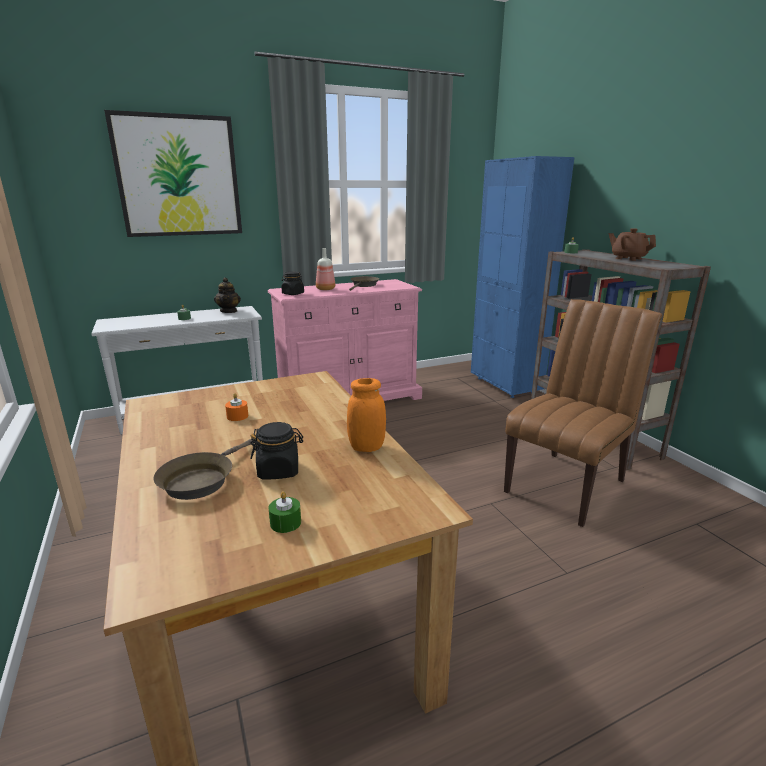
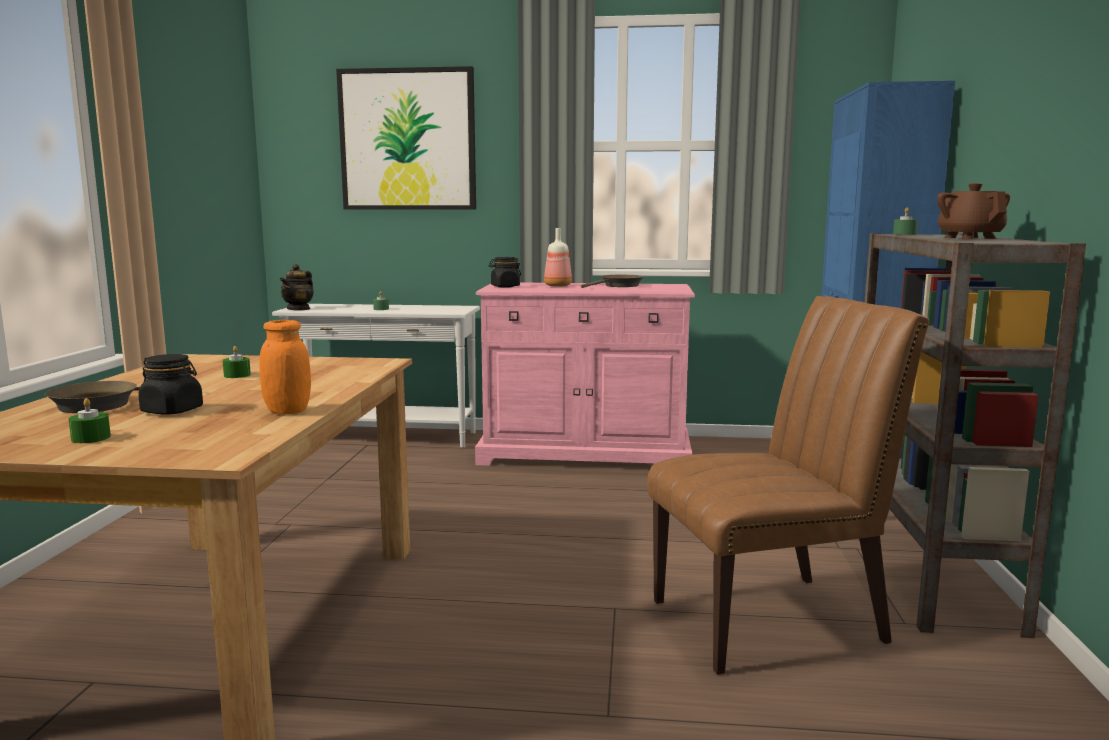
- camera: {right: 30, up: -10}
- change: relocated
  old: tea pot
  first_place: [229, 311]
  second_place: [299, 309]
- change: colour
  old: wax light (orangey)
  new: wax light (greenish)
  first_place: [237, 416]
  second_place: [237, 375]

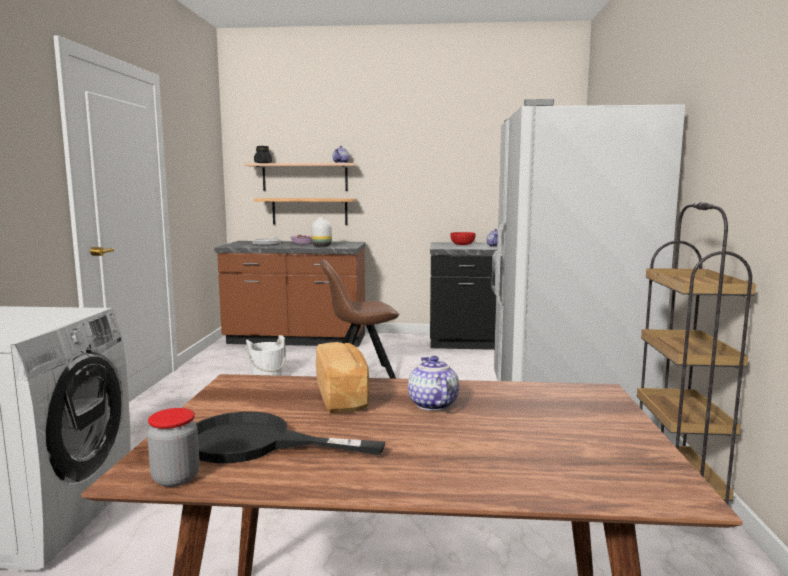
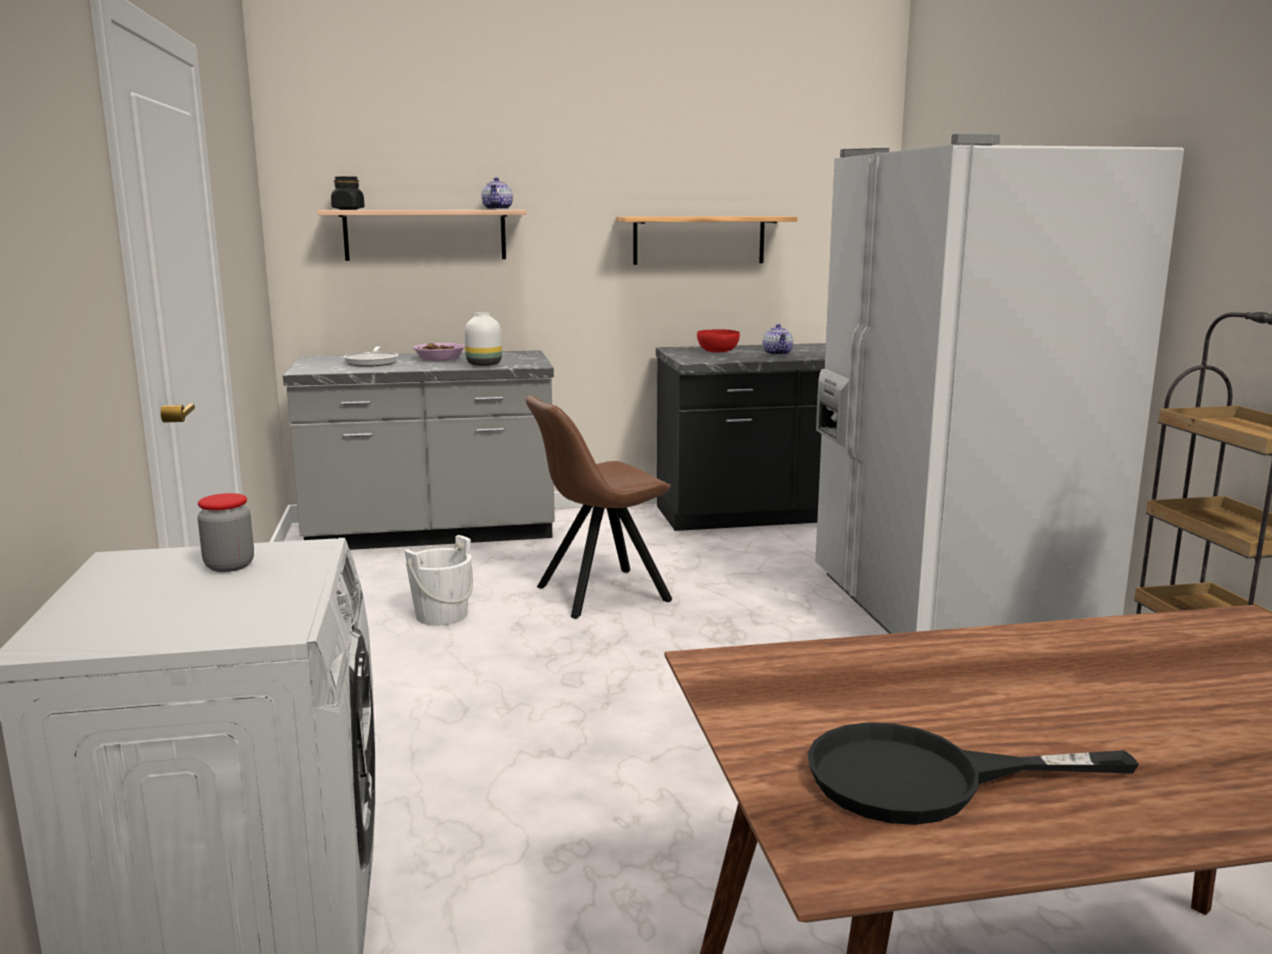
- camera: {right: -15, up: 5}
- change: relocated
  old: jar
  first_place: [175, 478]
  second_place: [229, 566]
- change: colour
  old: kitchen counter (brown)
  new: kitchen counter (greyish)
  first_place: [296, 340]
  second_place: [431, 534]
- change: relocated
  old: bracket shelf
  first_place: [309, 211]
  second_place: [699, 240]
- change: missing
  old: bread
  first_place: [343, 396]
- change: missing
  old: tea pot
  first_place: [431, 404]

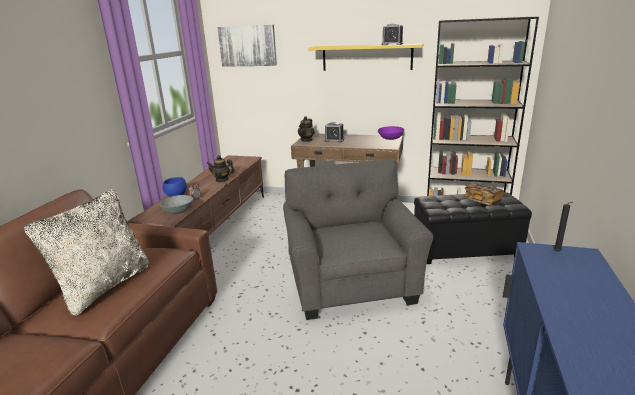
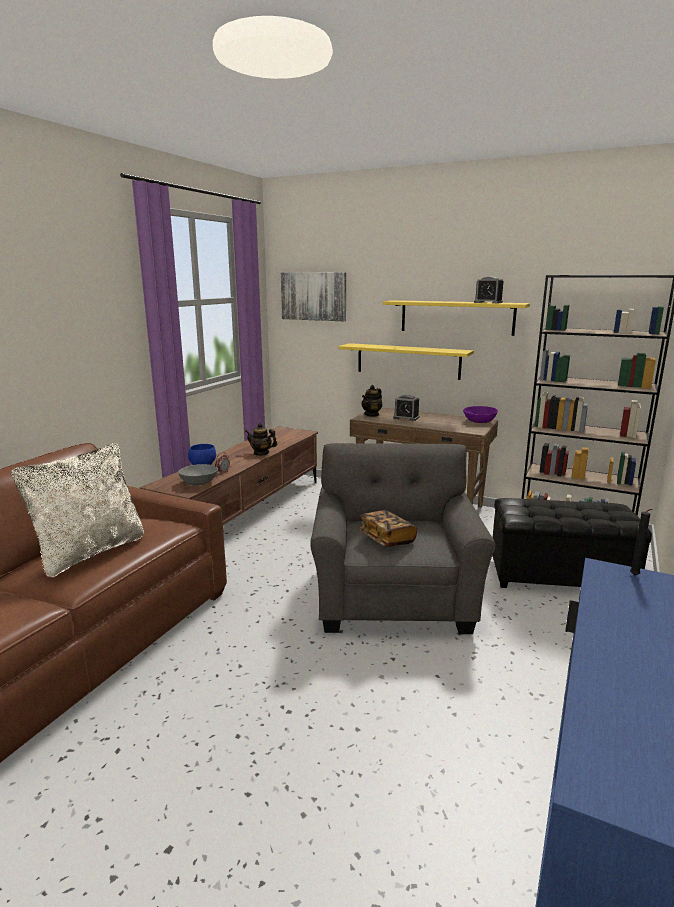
- camera: {right: 10, up: -5}
- change: relocated
  old: book
  first_place: [482, 201]
  second_place: [387, 539]
- change: appeared
  new: bracket shelf (yellow)
  second_place: [408, 361]

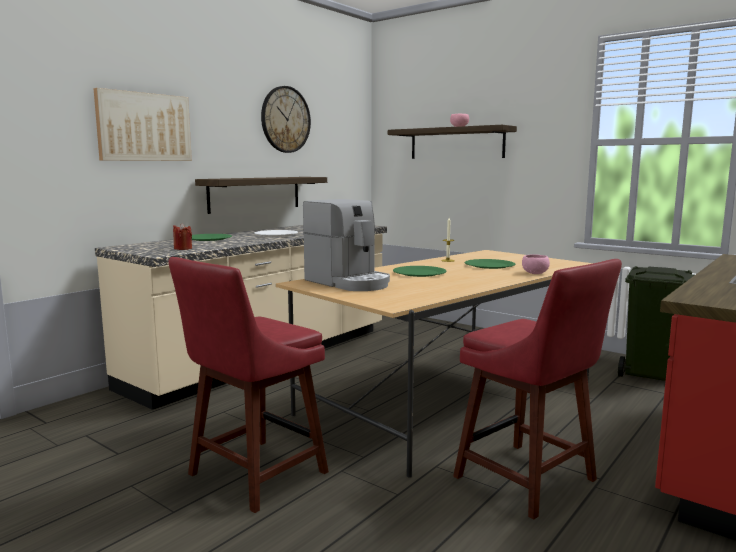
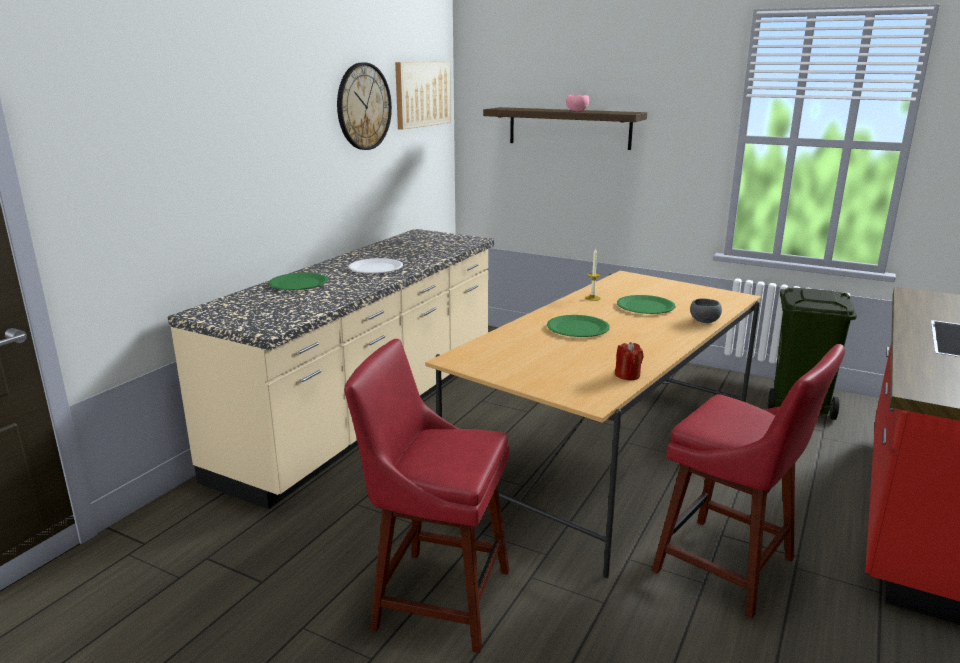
- camera: {right: -10, up: 10}
- change: relocated
  old: wall art
  first_place: [144, 127]
  second_place: [422, 94]
- change: spun
  old: upright chair (red)
  first_place: [252, 475]
  second_place: [435, 596]
  degrees: 75
- change: relocated
  old: wax light (red)
  first_place: [183, 248]
  second_place: [627, 375]
- change: missing
  old: bracket shelf
  first_place: [255, 194]
- change: missing
  old: coffee brewer
  first_place: [349, 282]
- change: colour
  old: bowl (pink)
  new: bowl (greyish)
  first_place: [534, 273]
  second_place: [703, 321]

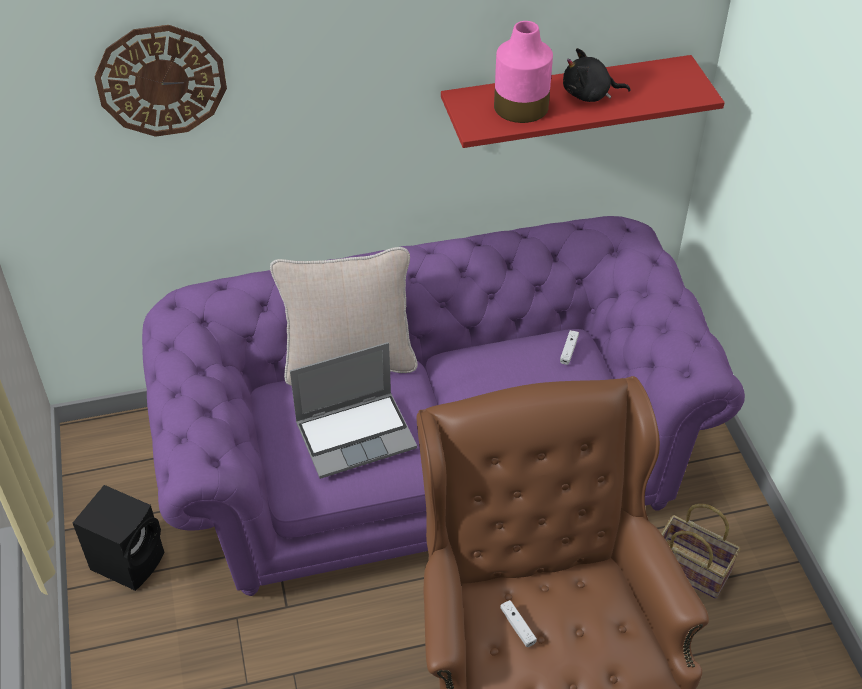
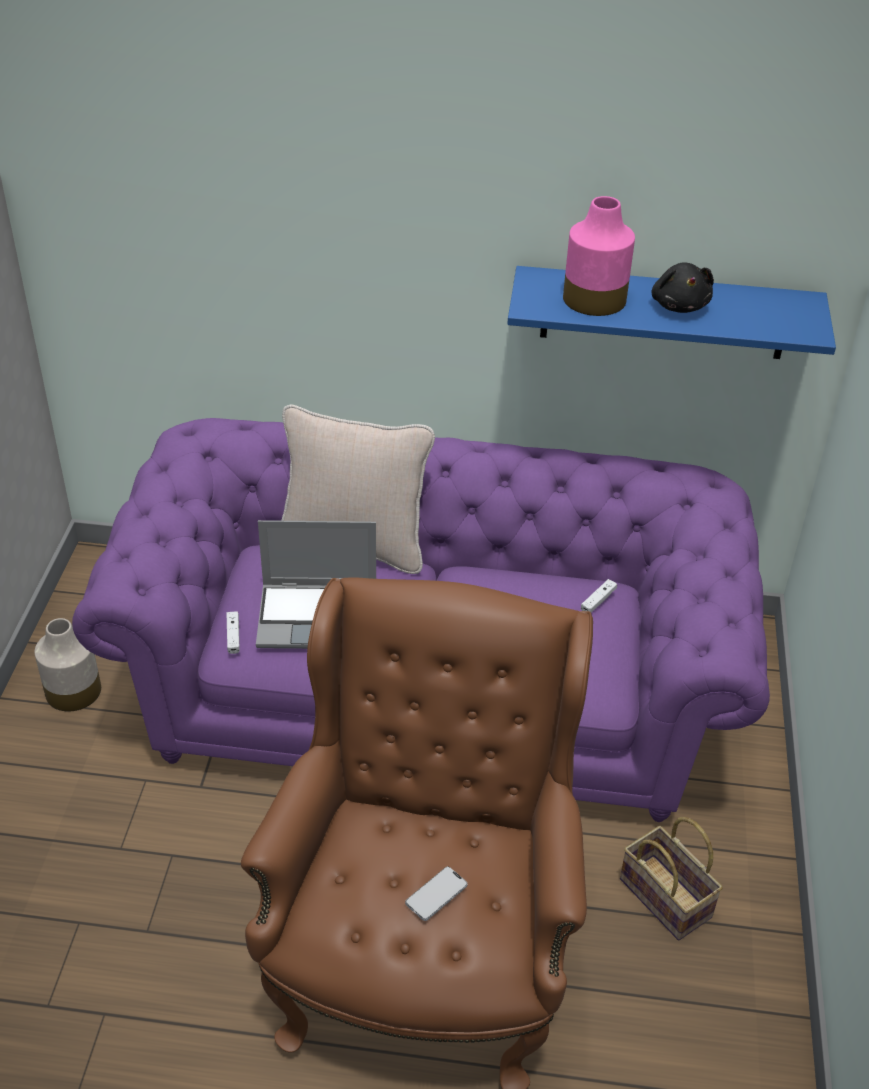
- camera: {right: 20, up: -5}
- change: exchanged
  old: speaker (black)
  new: decorative vase (beige)
  first_place: [130, 560]
  second_place: [73, 690]
- change: missing
  old: wall clock
  first_place: [161, 80]
- change: colour
  old: bracket shelf (red)
  new: bracket shelf (bluish)
  first_place: [565, 100]
  second_place: [664, 313]
- change: relocated
  old: joypad (whitish)
  first_place: [517, 626]
  second_place: [233, 636]
- change: spun
  old: soft toy (black)
  first_place: [589, 95]
  second_place: [679, 305]
  degrees: -120
- change: appeared
  new: phone
  second_place: [436, 894]

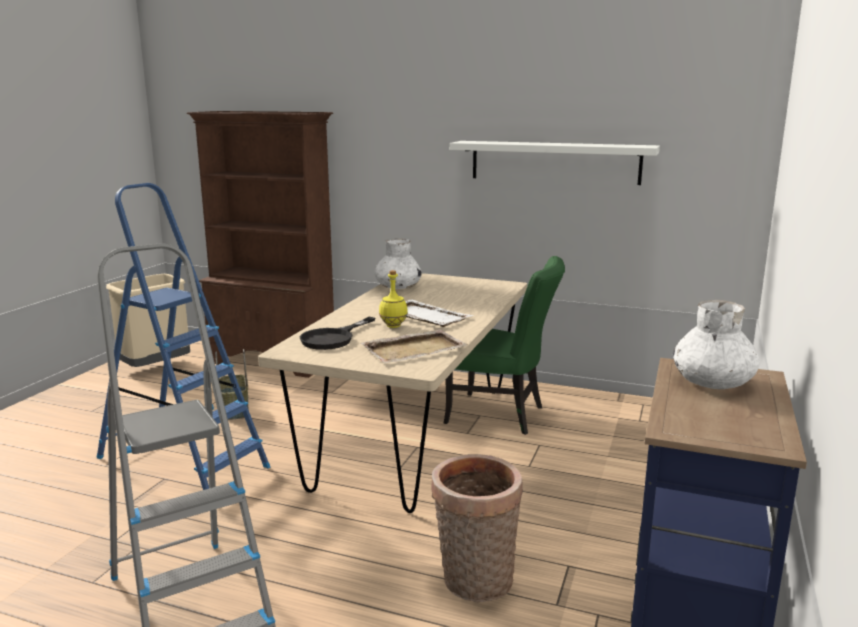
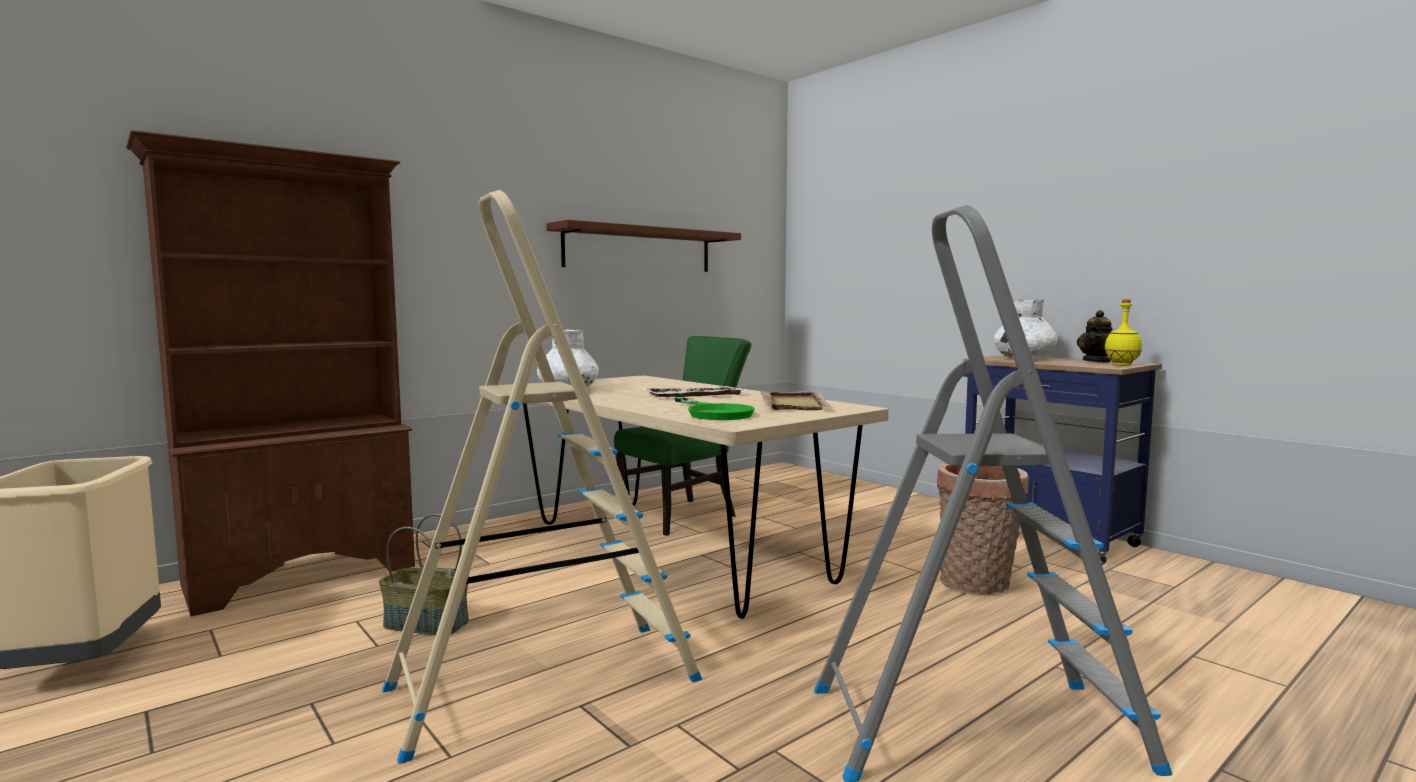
- camera: {right: -60, up: -10}
- change: colour
  old: step stool (bluish)
  new: step stool (beige)
  first_place: [183, 462]
  second_place: [546, 684]
- change: colour
  old: skillet (black)
  new: skillet (greenish)
  first_place: [333, 338]
  second_place: [715, 413]
- change: relocated
  old: bottle (yellow)
  first_place: [393, 326]
  second_place: [1122, 365]
- change: colour
  old: bracket shelf (whitish)
  new: bracket shelf (brown)
  first_place: [554, 162]
  second_place: [639, 249]
- change: appeared
  new: tea pot
  second_place: [1097, 361]

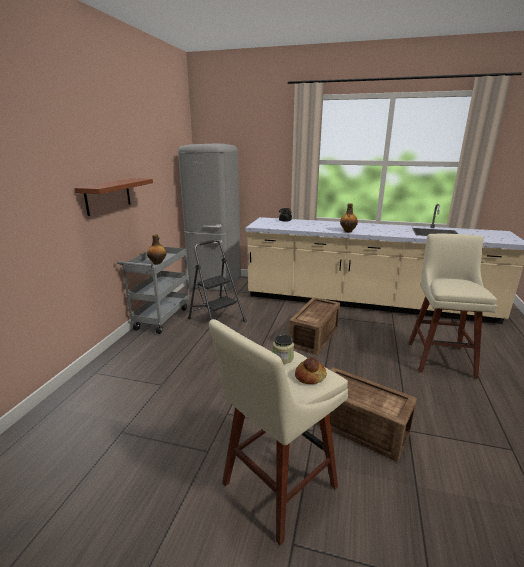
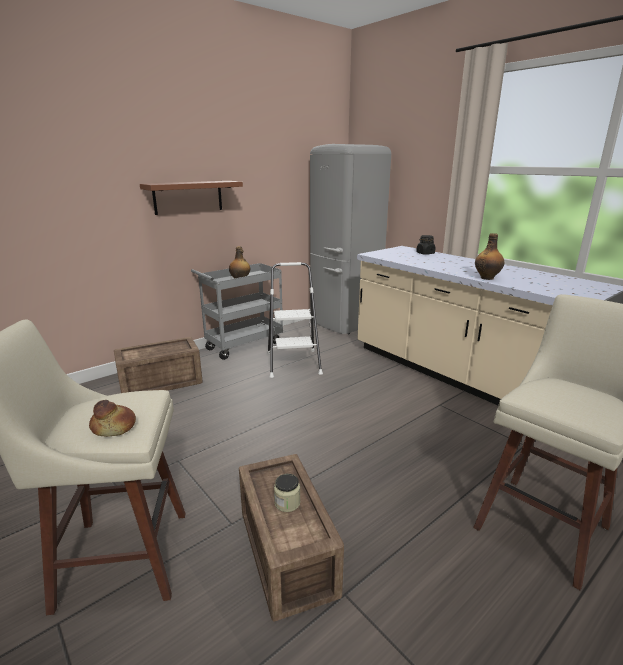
- camera: {right: 35, up: 0}
- change: colour
  old: step stool (black)
  new: step stool (whitish)
  first_place: [216, 319]
  second_place: [293, 361]
- change: relocated
  old: jar
  first_place: [283, 358]
  second_place: [287, 503]
- change: relocated
  old: packing crate
  first_place: [315, 337]
  second_place: [162, 383]

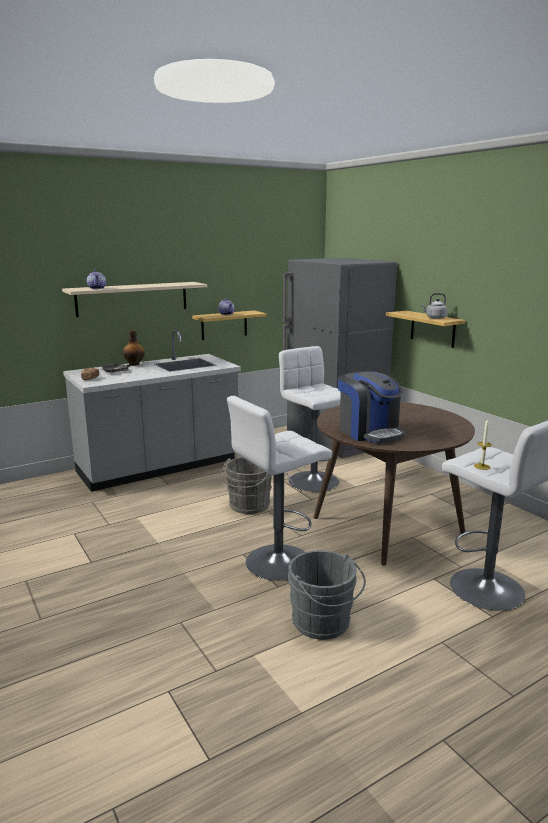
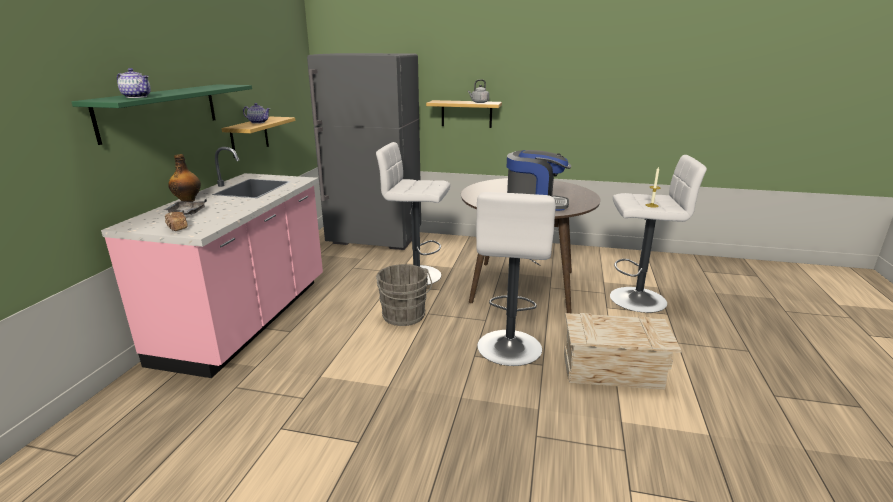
- camera: {right: -45, up: 5}
- change: colour
  old: bracket shelf (beige)
  new: bracket shelf (greenish)
  first_place: [132, 298]
  second_place: [160, 111]
- change: colour
  old: kitchen counter (greyish)
  new: kitchen counter (pink)
  first_place: [159, 467]
  second_place: [248, 319]
- change: exchanged
  old: water bucket (greyish)
  new: packing crate
  first_place: [323, 623]
  second_place: [613, 371]

